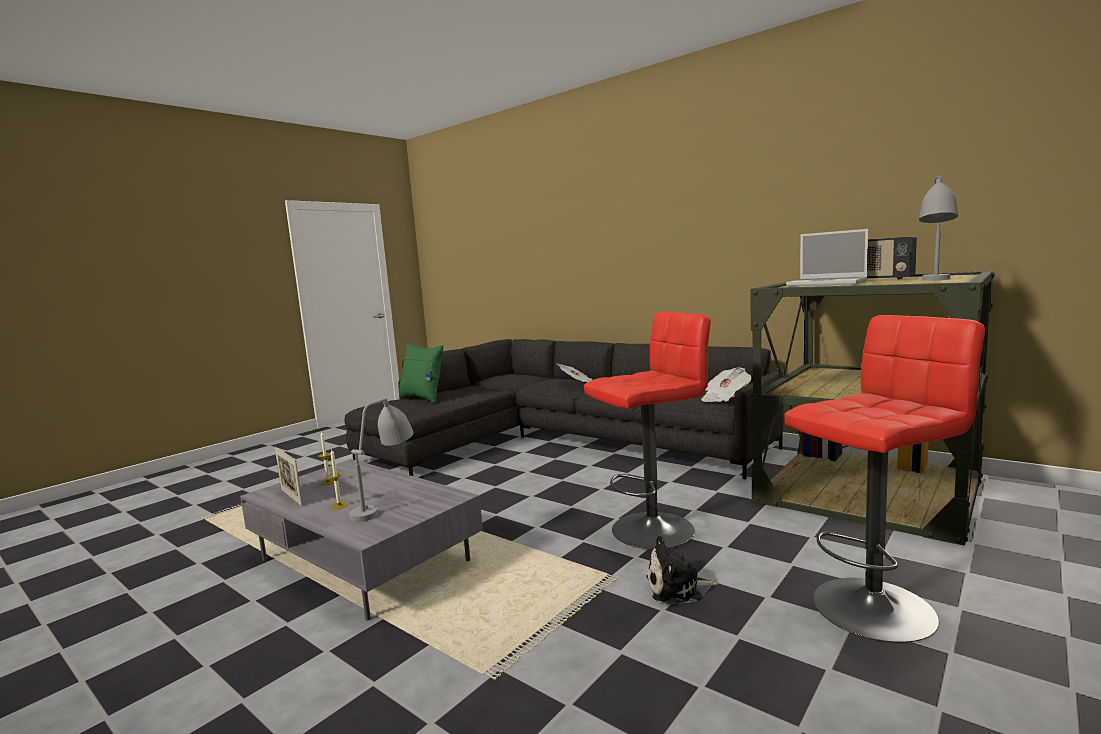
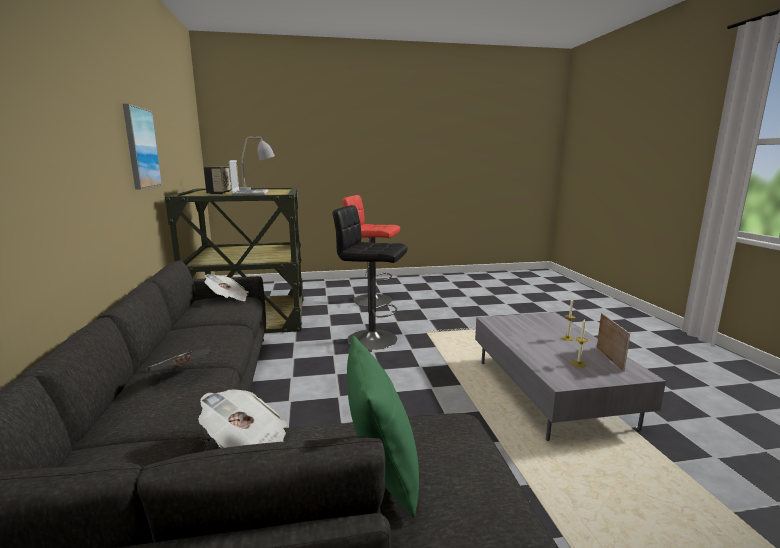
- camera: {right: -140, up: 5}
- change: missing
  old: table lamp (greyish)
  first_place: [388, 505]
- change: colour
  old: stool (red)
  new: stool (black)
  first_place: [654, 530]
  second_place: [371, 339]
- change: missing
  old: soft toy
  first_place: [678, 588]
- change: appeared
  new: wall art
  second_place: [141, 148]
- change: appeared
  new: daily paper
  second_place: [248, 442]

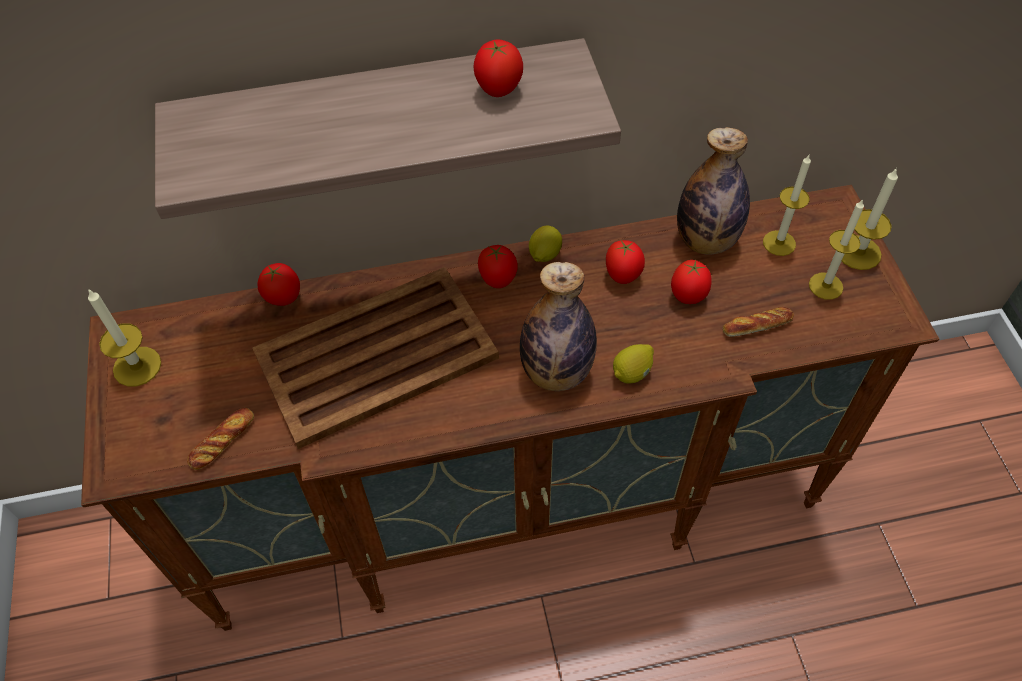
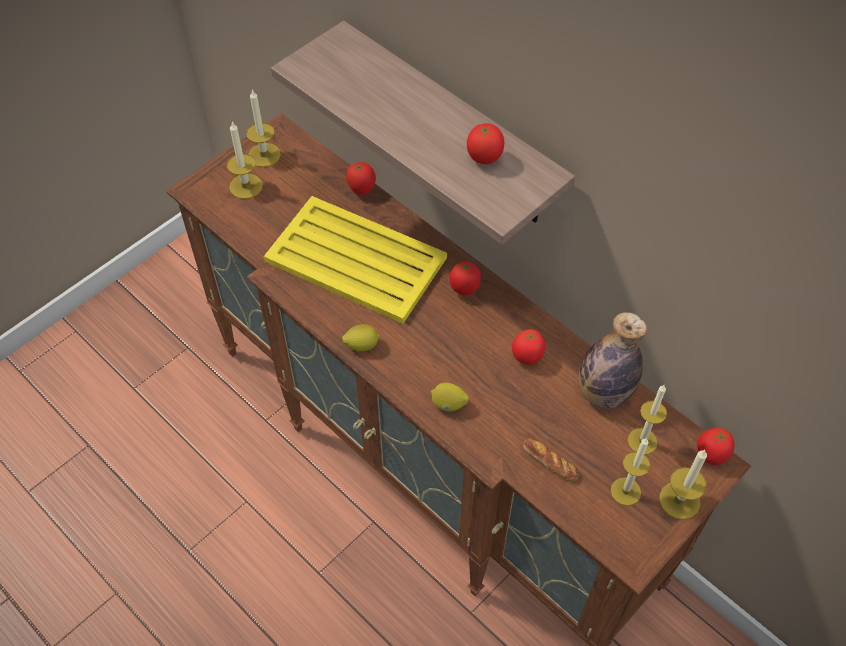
- camera: {right: 55, up: 0}
- change: missing
  old: bread
  first_place: [222, 441]
- change: colour
  old: tray (brown)
  new: tray (yellow)
  first_place: [374, 356]
  second_place: [354, 259]
- change: missing
  old: bottle
  first_place: [556, 372]
- change: relocated
  old: citrus fruit
  first_place: [544, 254]
  second_place: [362, 345]
- change: relocated
  old: fresh tomato
  first_place: [688, 296]
  second_place: [711, 455]
- change: appeared
  new: wax light
  second_place: [246, 186]

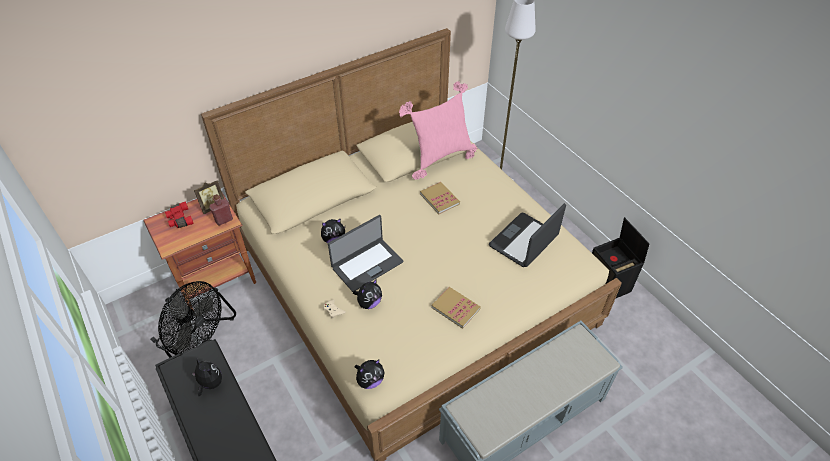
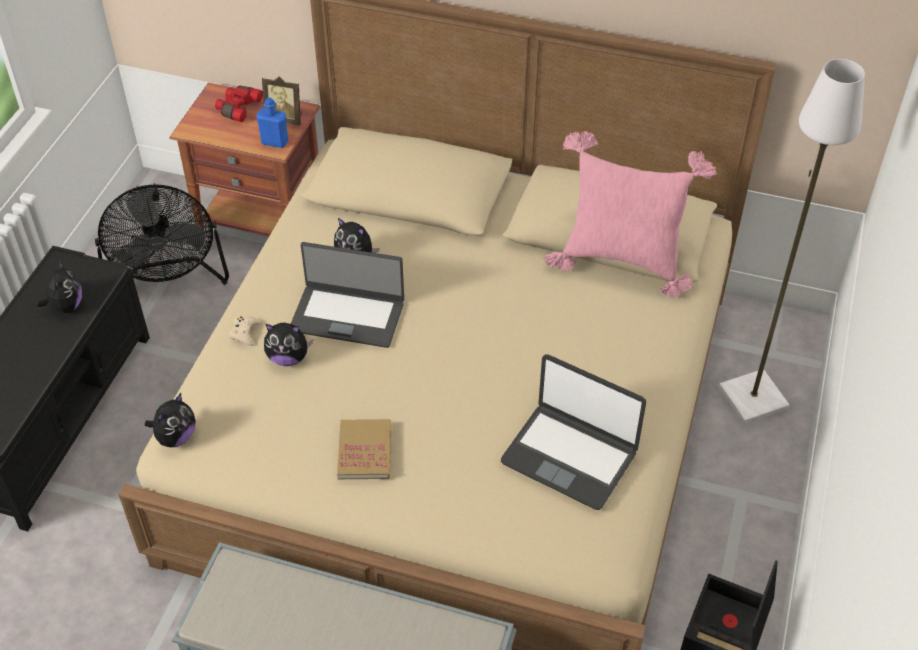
- camera: {right: 50, up: 0}
- change: colour
  old: bottle (red)
  new: bottle (bluish)
  first_place: [224, 220]
  second_place: [275, 142]
- change: spun
  old: soft toy
  first_place: [370, 380]
  second_place: [175, 437]
  degrees: -75
- change: missing
  old: book
  first_place: [439, 199]
- change: spun
  old: laptop
  first_place: [524, 241]
  second_place: [570, 456]
  degrees: -150

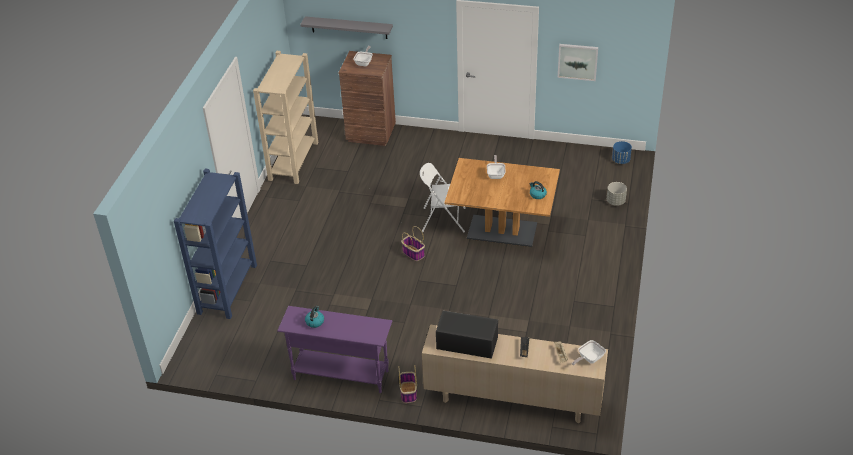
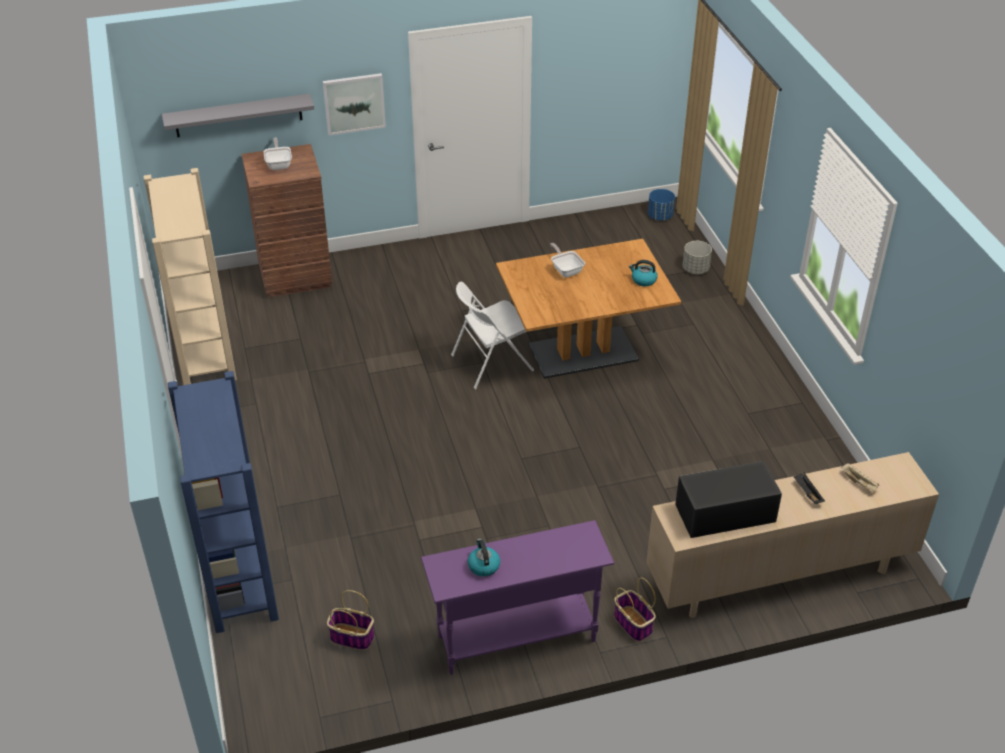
- camera: {right: -30, up: 0}
- change: relocated
  old: storage basket
  first_place: [413, 253]
  second_place: [351, 637]
- change: relocated
  old: wall art
  first_place: [577, 61]
  second_place: [354, 103]
- change: missing
  old: skillet
  first_place: [589, 359]

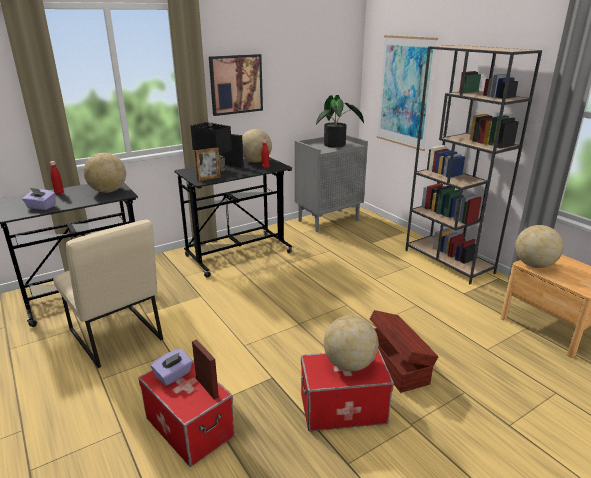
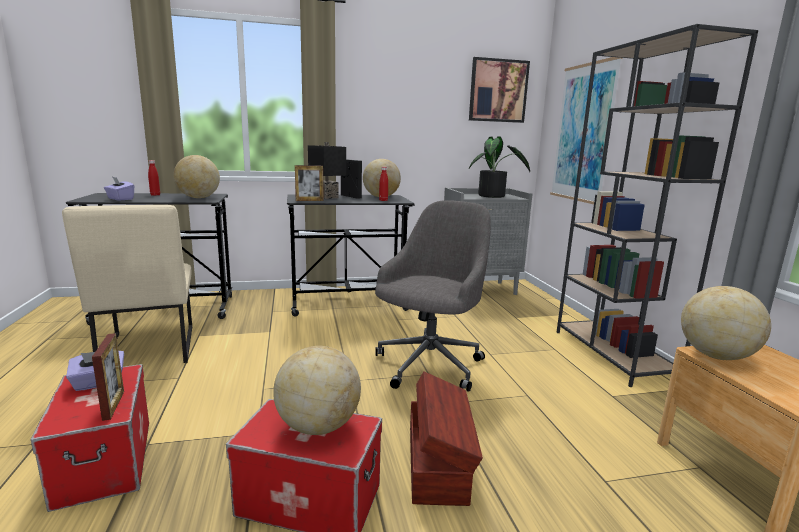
- camera: {right: 20, up: -10}
- change: relocated
  old: wall art
  first_place: [236, 84]
  second_place: [498, 91]
- change: appeared
  new: office chair (greyish)
  second_place: [429, 364]

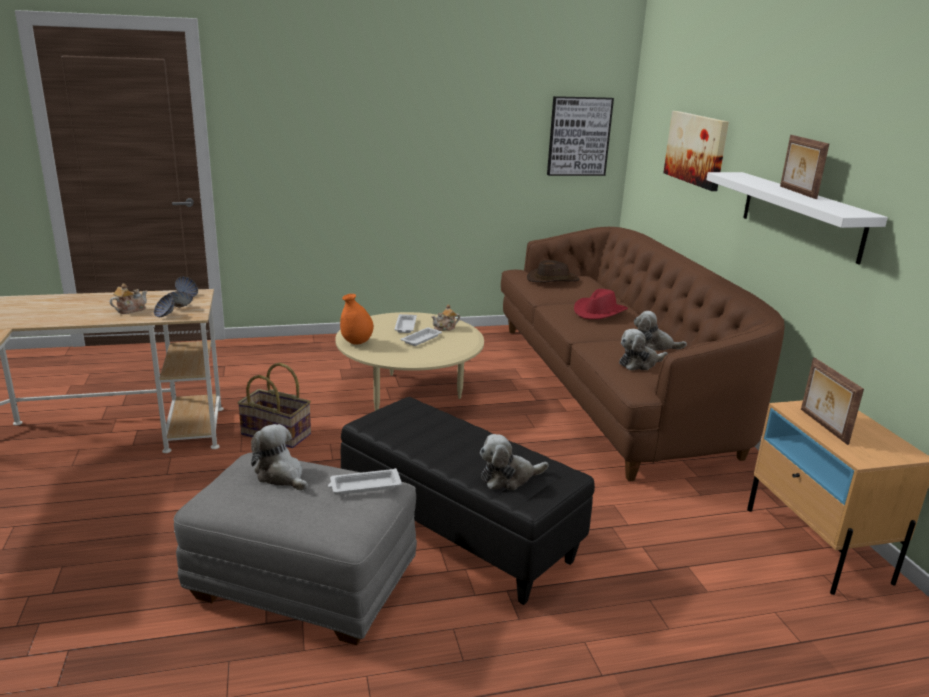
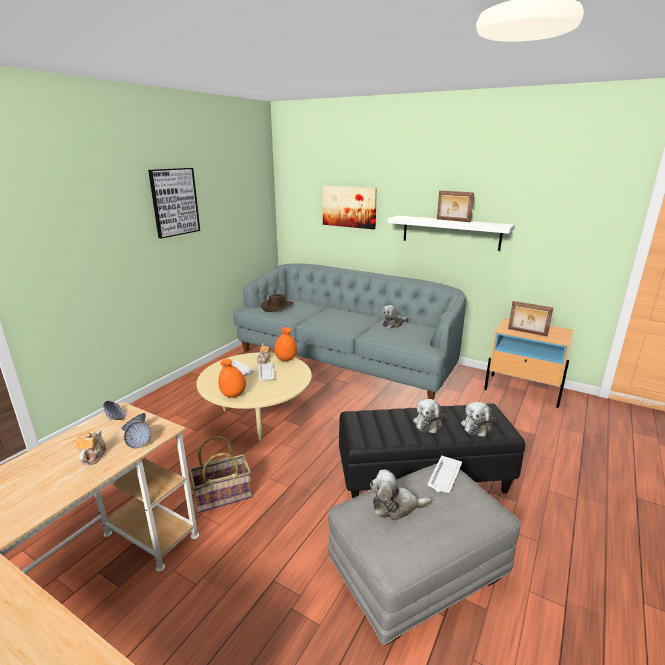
- camera: {right: -45, up: 0}
- change: colour
  old: sofa (brown)
  new: sofa (greyish)
  first_place: [610, 388]
  second_place: [345, 360]
- change: relocated
  old: wall art
  first_place: [579, 136]
  second_place: [174, 202]
- change: missing
  old: wearable hat (red)
  first_place: [599, 312]
- change: relocated
  old: soft toy
  first_place: [639, 363]
  second_place: [428, 422]
- change: appeared
  new: decorative vase (orangey)
  second_place: [286, 359]

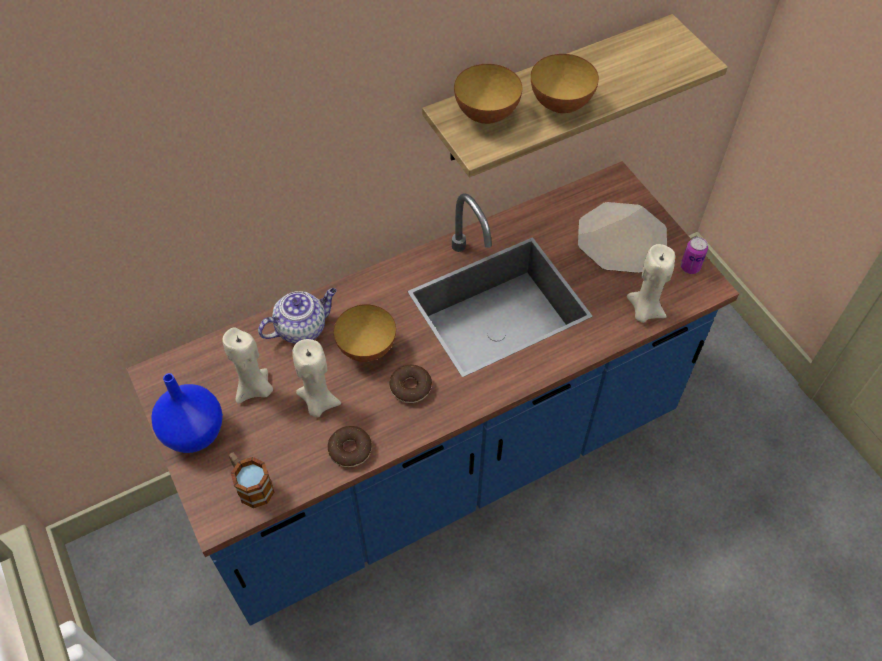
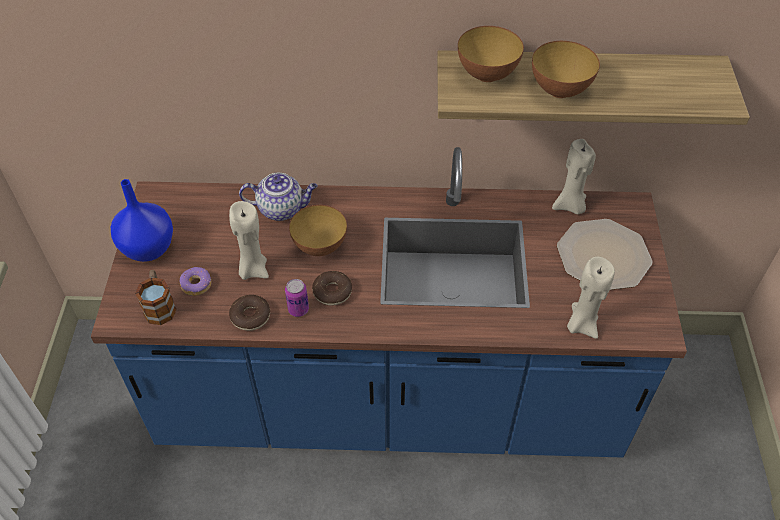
- camera: {right: 30, up: -5}
- change: relocated
  old: wax light (beige)
  first_place: [255, 389]
  second_place: [570, 206]
- change: relocated
  old: metal can
  first_place: [690, 267]
  second_place: [298, 309]
- change: appeared
  new: ring doughnut
  second_place: [196, 284]

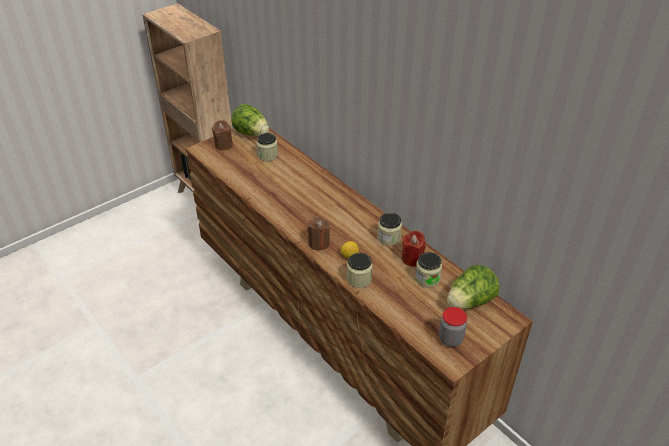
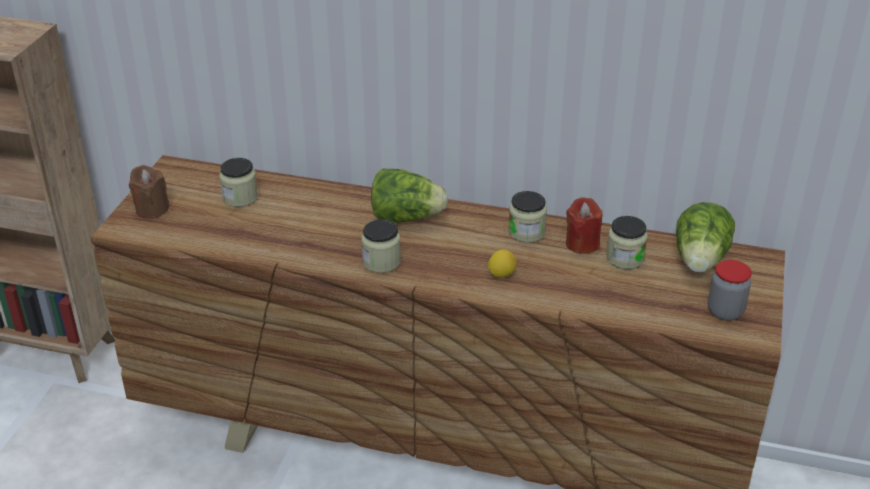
- camera: {right: -35, up: -5}
- change: relocated
  old: head of lettuce
  first_place: [252, 133]
  second_place: [406, 218]
- change: missing
  old: wax light (brown)
  first_place: [319, 243]
- change: relocated
  old: jar
  first_place: [359, 279]
  second_place: [381, 262]

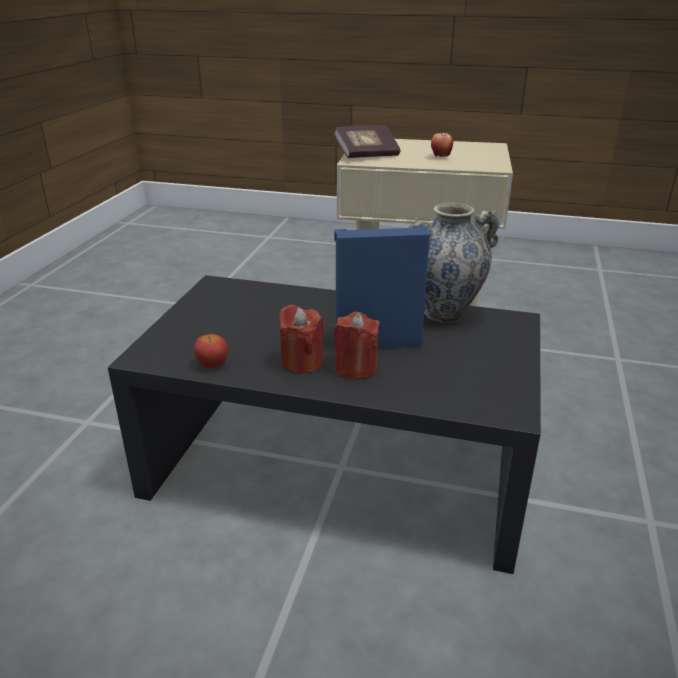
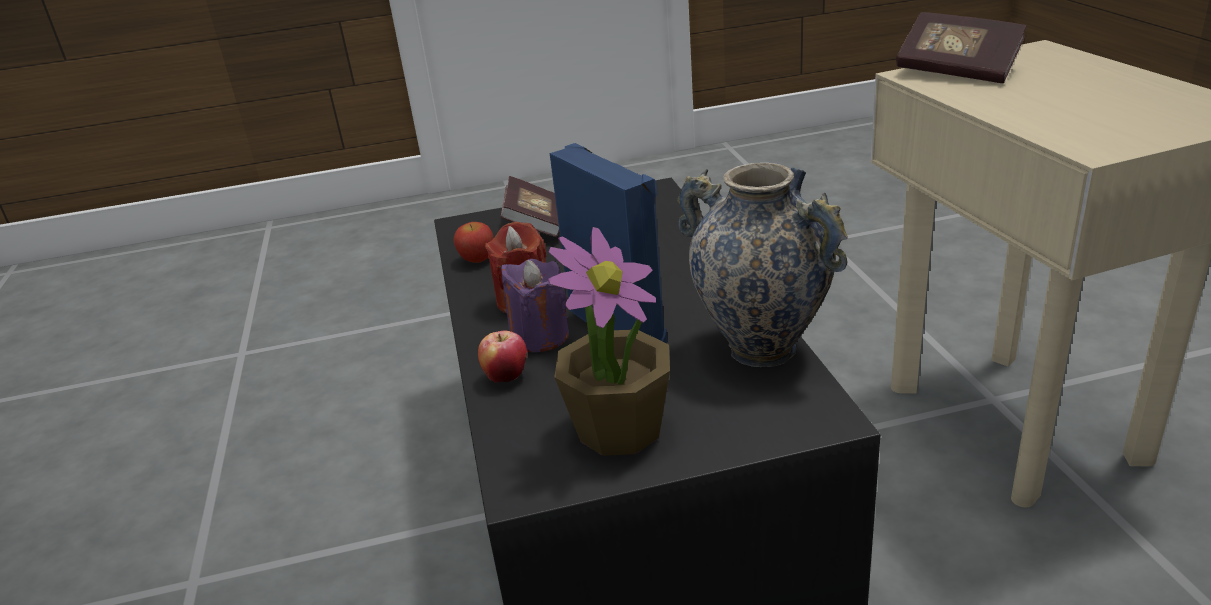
- camera: {right: 65, up: 0}
- change: colour
  old: wax light (red)
  new: wax light (purple-coloured)
  first_place: [356, 368]
  second_place: [539, 336]
- change: relocated
  old: apple fruit
  first_place: [440, 157]
  second_place: [506, 377]
- change: appeared
  new: book
  second_place: [535, 225]
- change: appeared
  new: plant in a pot
  second_place: [619, 429]

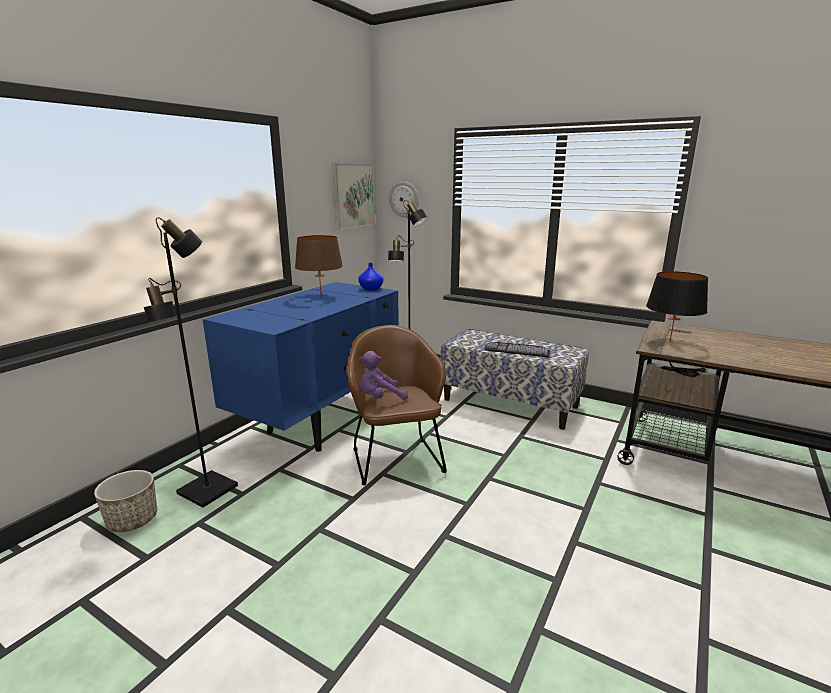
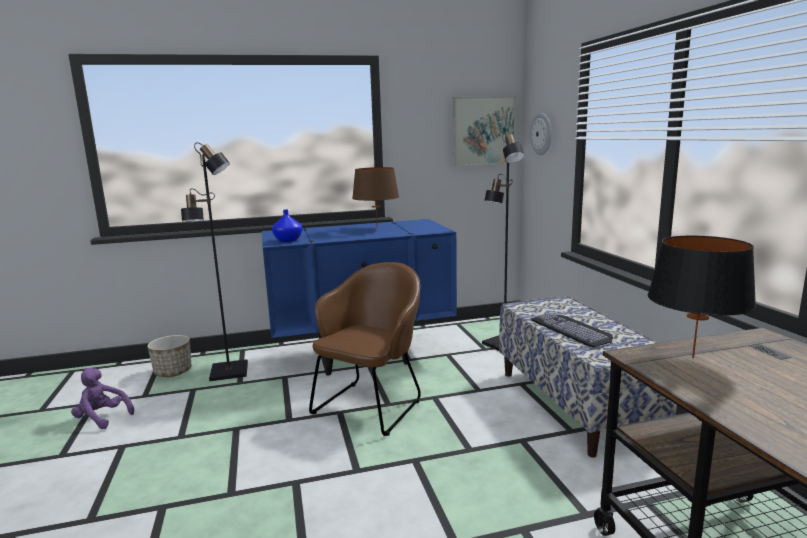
- camera: {right: 45, up: -5}
- change: relocated
  old: decorative vase (bluish)
  first_place: [370, 289]
  second_place: [288, 240]
- change: relocated
  old: soft toy (purple-coloured)
  first_place: [380, 398]
  second_place: [102, 418]

